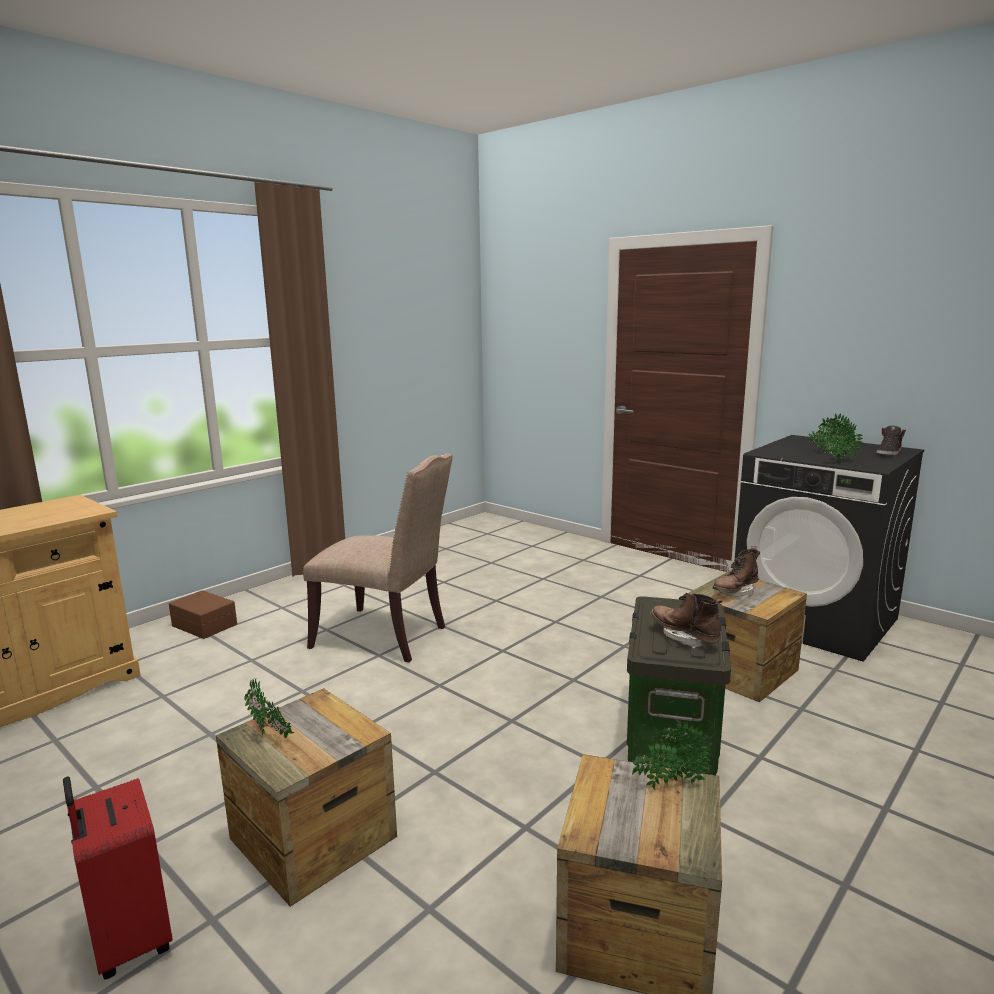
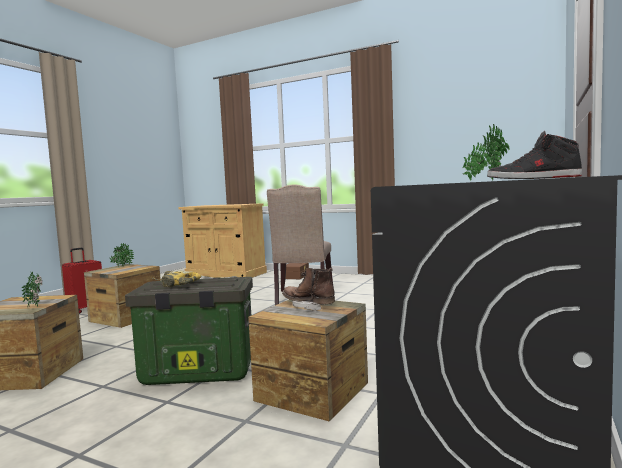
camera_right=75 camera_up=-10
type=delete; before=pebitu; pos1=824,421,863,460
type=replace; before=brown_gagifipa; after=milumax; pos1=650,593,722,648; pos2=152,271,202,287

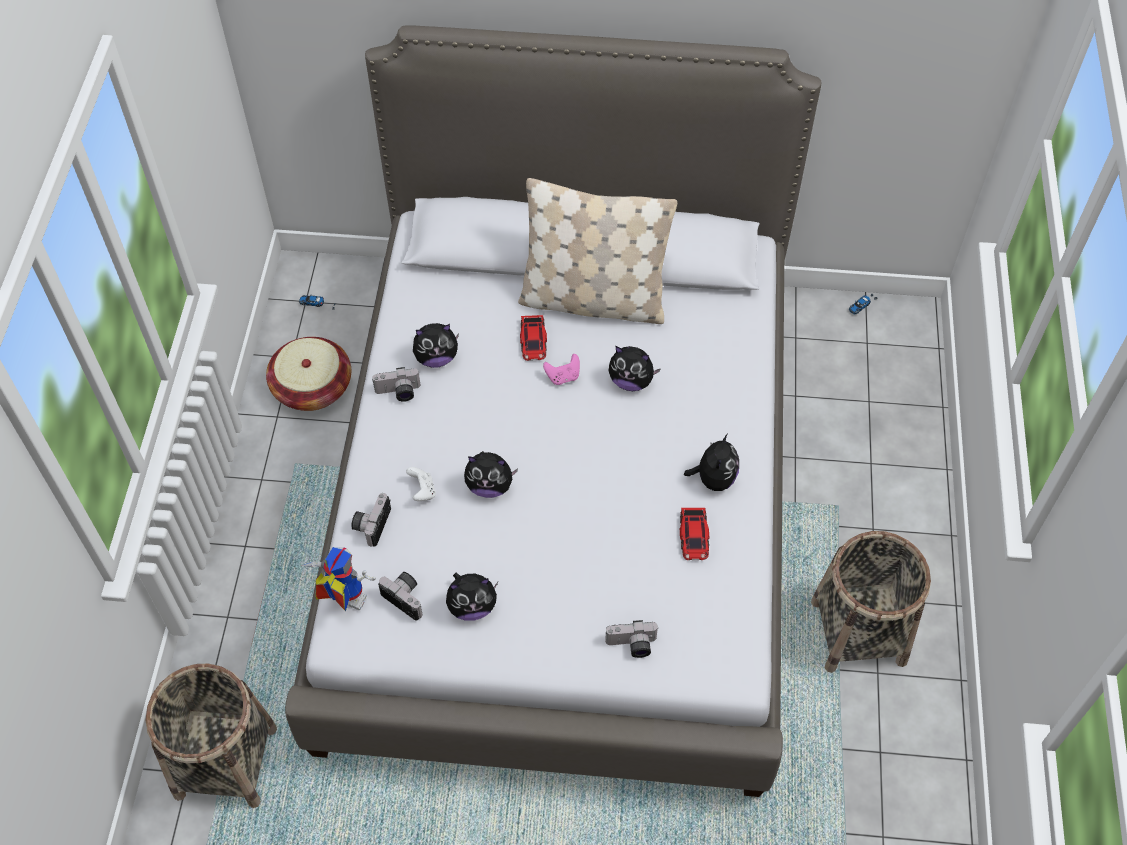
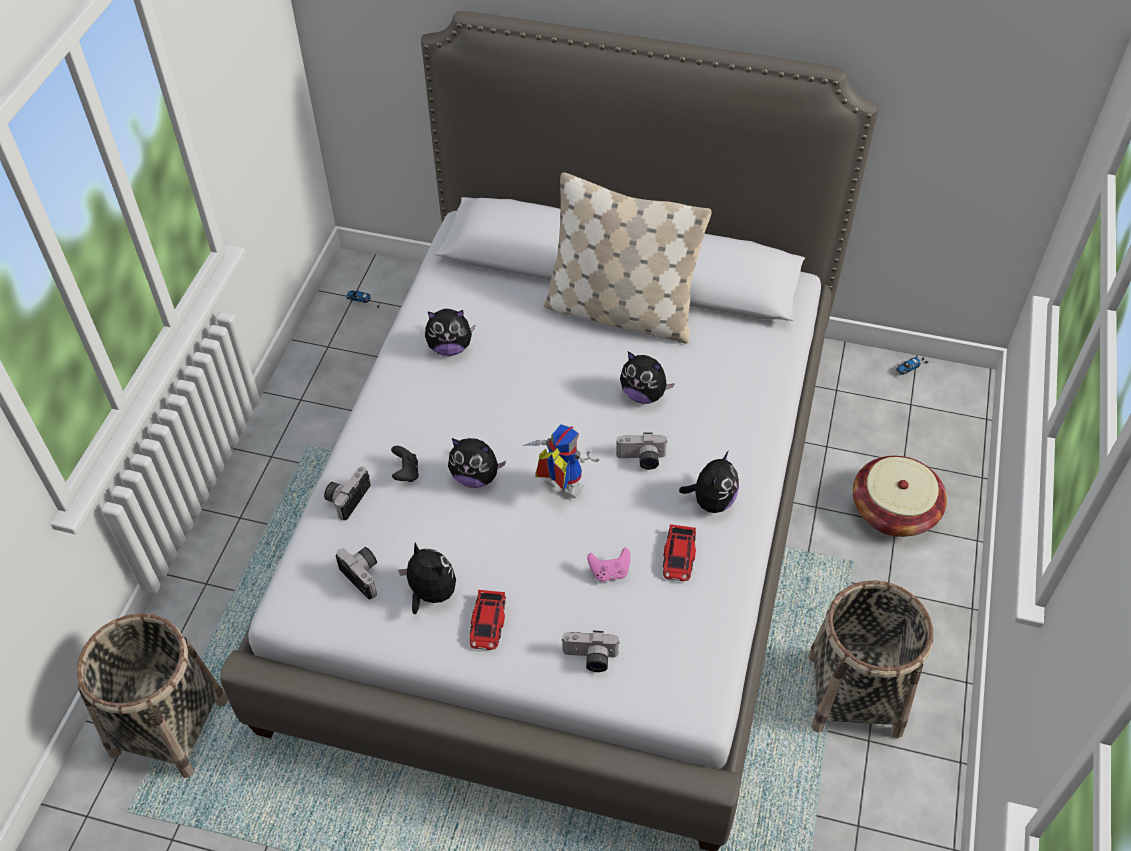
camera_right=10 camera_up=-5
type=move; before=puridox; pos1=520,315,547,361; pos2=470,590,506,650
type=move; before=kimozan; pos1=266,337,351,411; pos2=853,456,947,537
type=move; before=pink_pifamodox; pos1=543,354,580,385; pos2=587,547,630,582
type=move; before=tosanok; pos1=372,367,420,402; pos2=616,432,668,470
type=recolor; before=white_pifamodox; after=black_pifamodox; pos1=406,467,436,501; pos2=391,446,419,482
type=move; before=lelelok; pos1=301,547,376,611; pos2=525,424,600,498
type=rotate; before=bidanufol; pos1=446,572,498,621; pos2=398,543,456,614; turn=-135

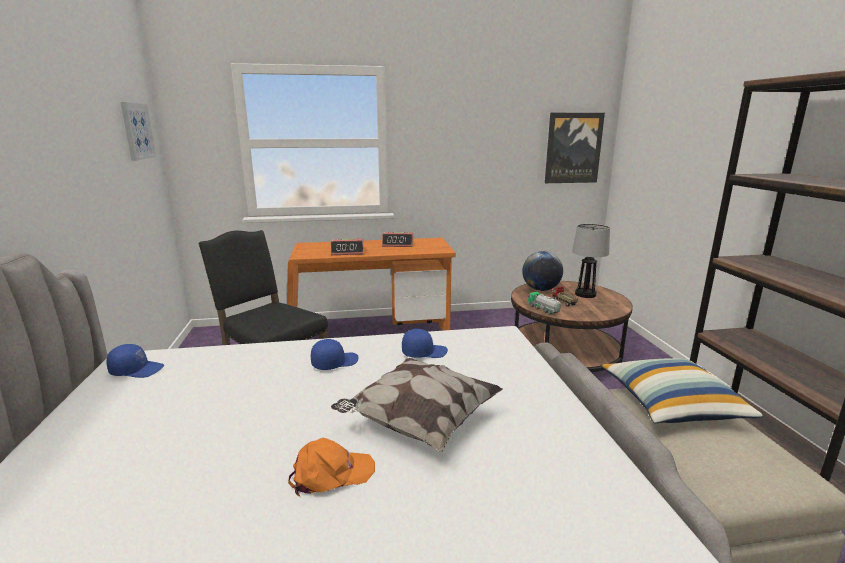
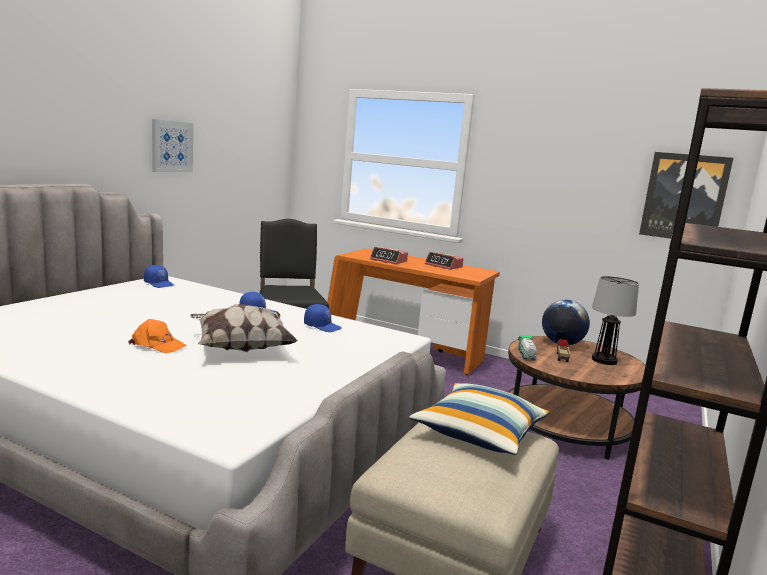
camera_right=35 camera_up=-5
type=move; before=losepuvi; pos1=121,102,156,161; pos2=152,119,193,172

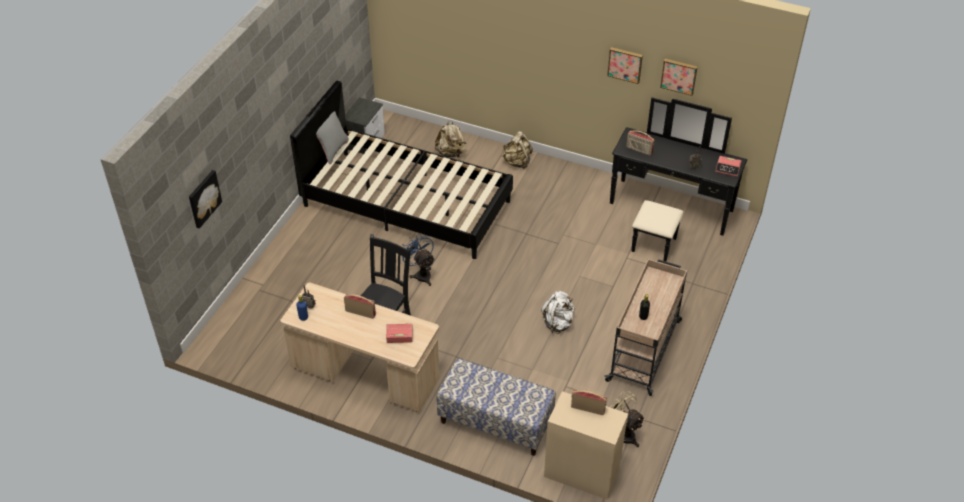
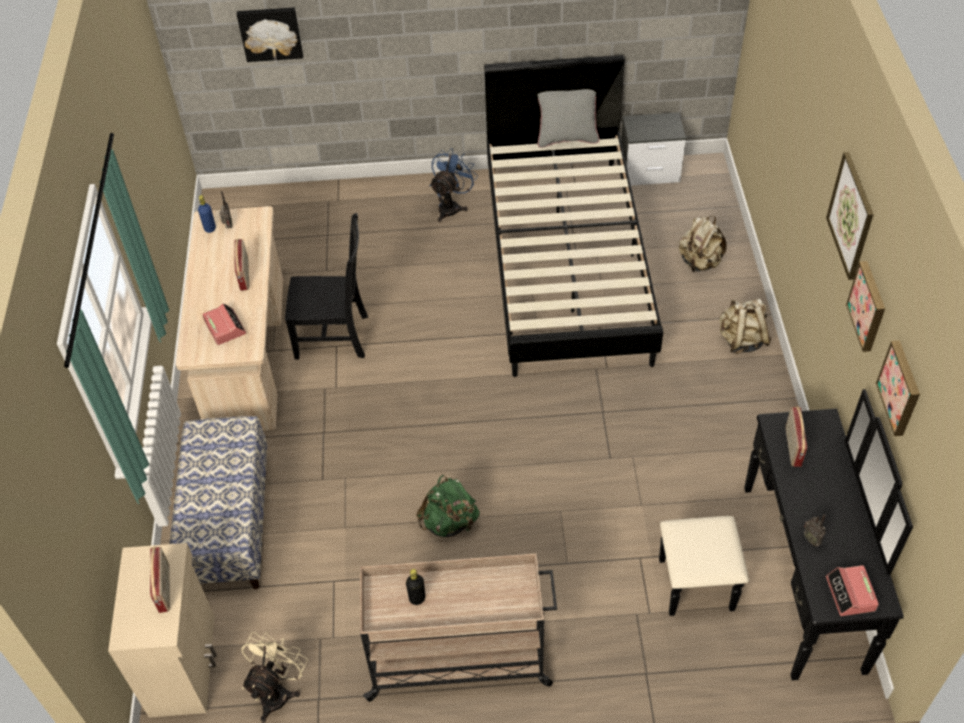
camera_right=65 camera_up=5
type=move; before=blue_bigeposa; pos1=402,233,435,286; pos2=430,148,478,222
type=recolor; before=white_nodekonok; after=green_nodekonok; pos1=541,291,575,334; pos2=416,475,480,537
type=insert; after=losepuvi; pos2=826,152,874,280

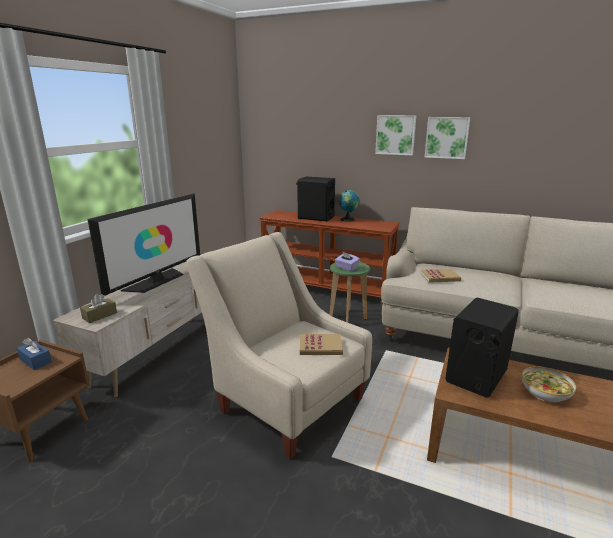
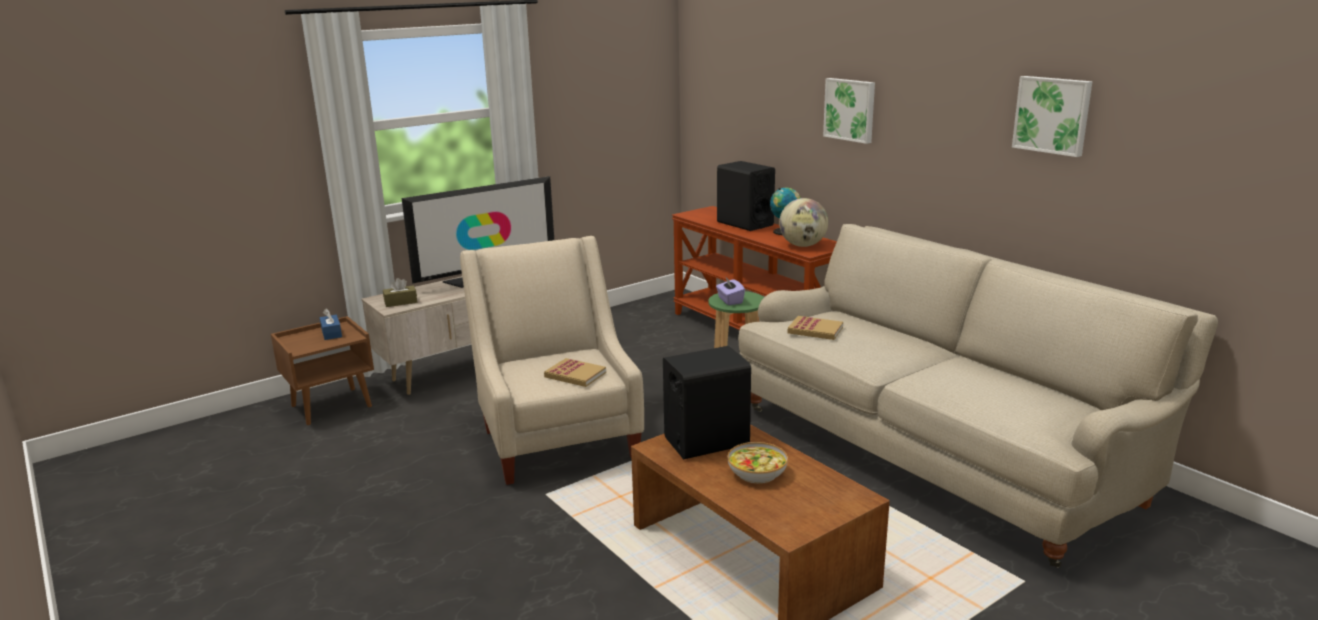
camera_right=30 camera_up=0
type=move; before=losepuvi; pos1=424,117,470,159; pos2=1012,76,1092,157
type=insert; after=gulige; pos2=779,198,828,247

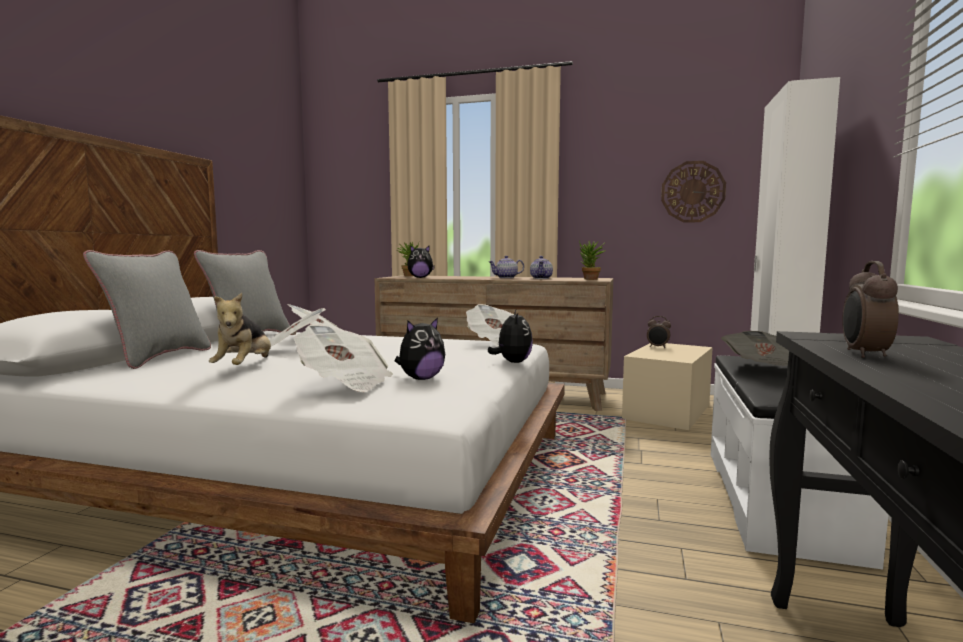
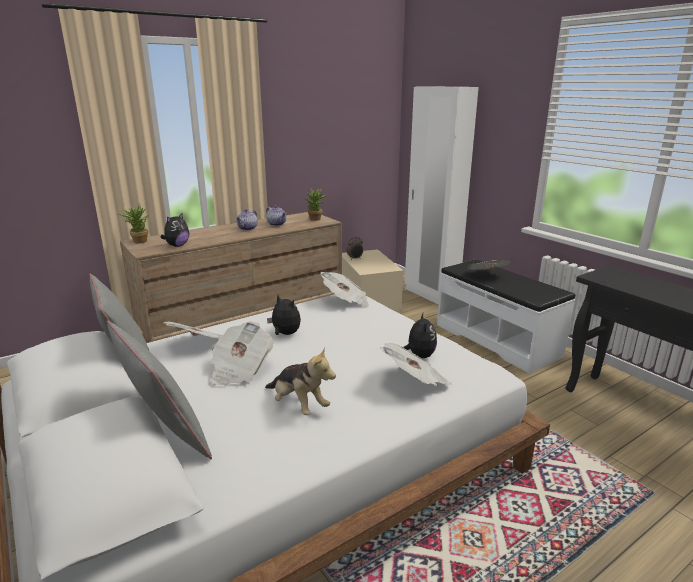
camera_right=-50 camera_up=15
type=delete; before=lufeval; pos1=661,161,726,223
type=delete; before=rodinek; pos1=842,261,899,358
type=move; before=bidanufol; pos1=488,310,533,363; pos2=267,295,301,335

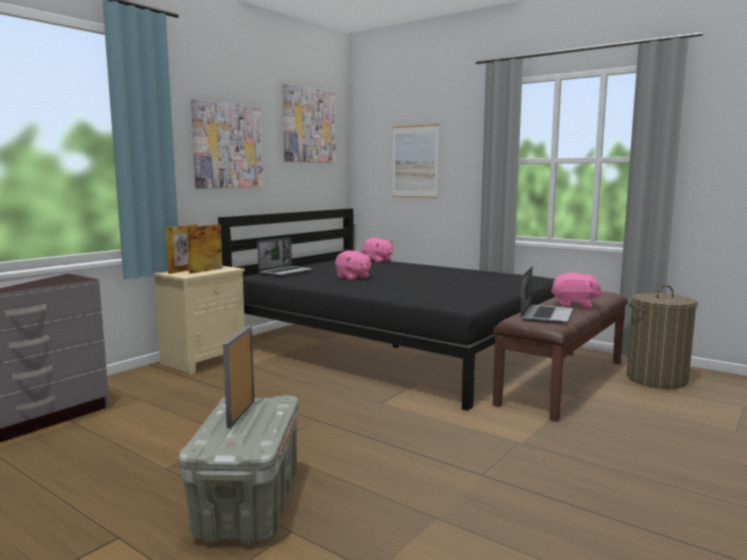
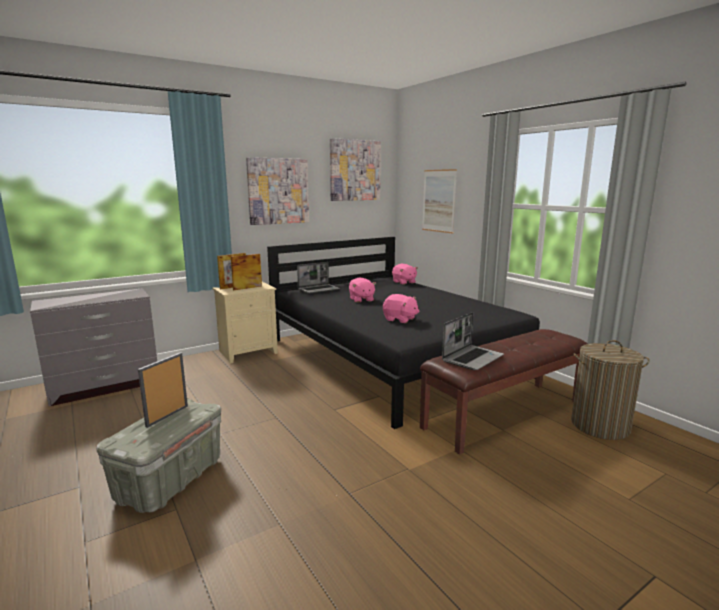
camera_right=20 camera_up=5
type=move; before=pink_bidanufol; pos1=551,273,603,309; pos2=383,294,419,323

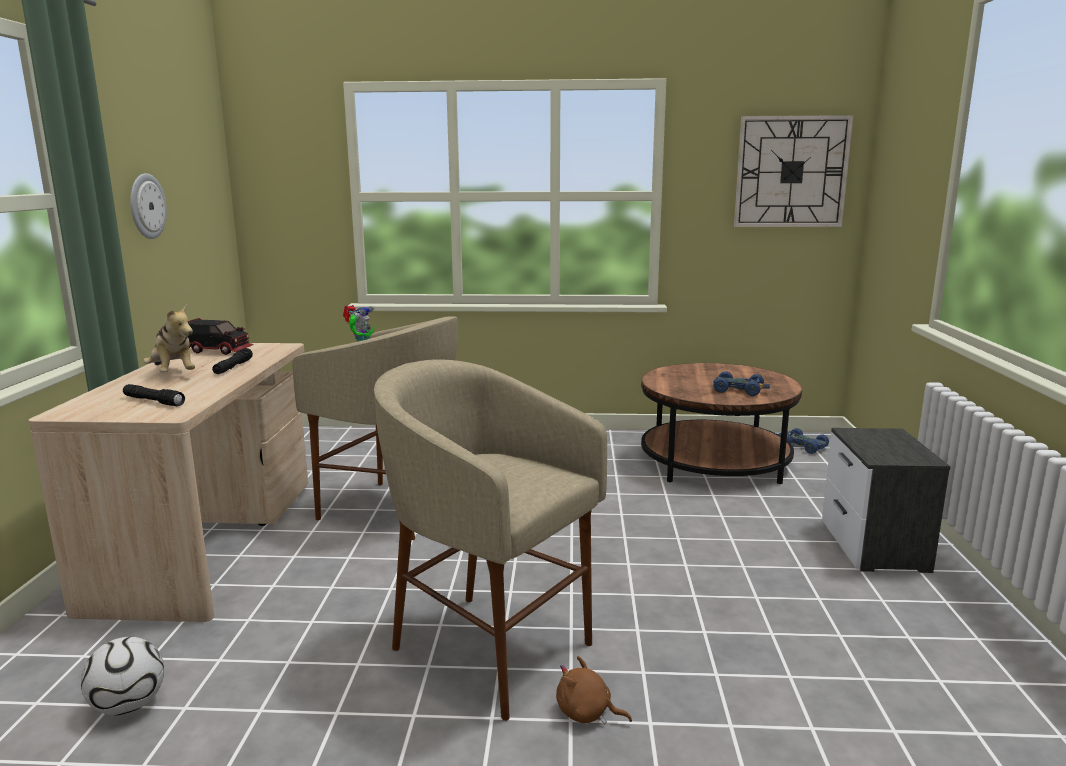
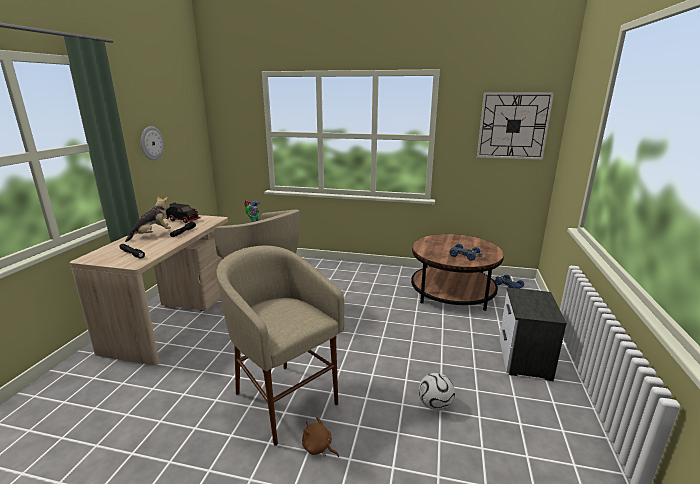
camera_right=10 camera_up=5
type=rotate; before=bidanufol; pos1=143,304,195,372; pos2=125,196,171,242; turn=-105
type=move; before=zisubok; pos1=81,637,164,715; pos2=419,373,455,411

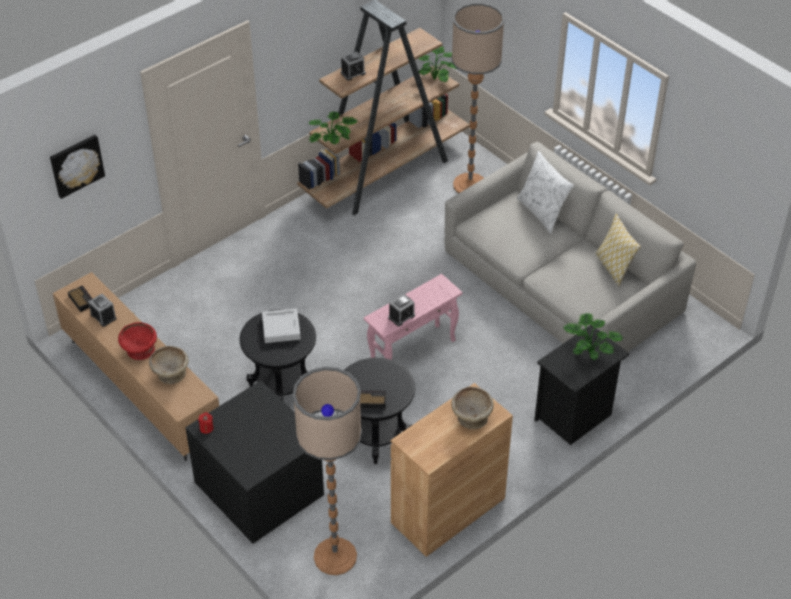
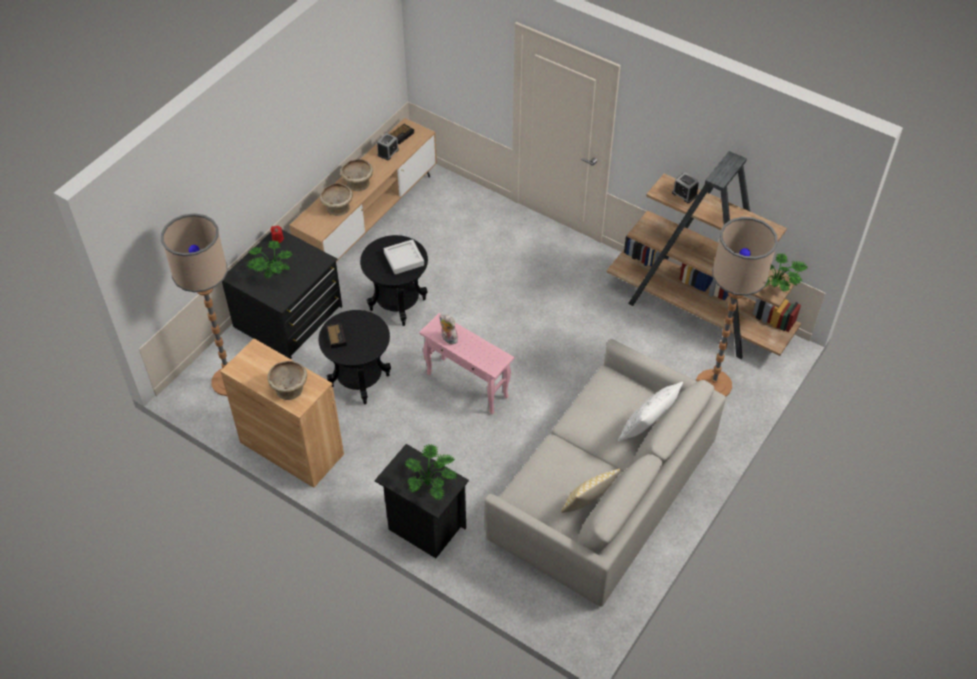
camera_right=75 camera_up=5
type=move; before=pebitu; pos1=309,111,357,145; pos2=247,241,293,279
type=delete; before=losepuvi; pos1=50,135,105,199
type=replace; before=rodinek; after=bidanufol; pos1=388,293,415,326; pos2=439,315,458,344
type=recolor; before=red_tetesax; after=beige_tetesax; pos1=118,322,157,360; pos2=340,159,373,191

